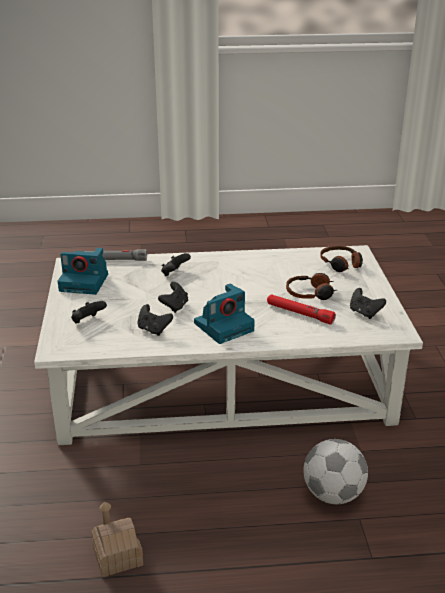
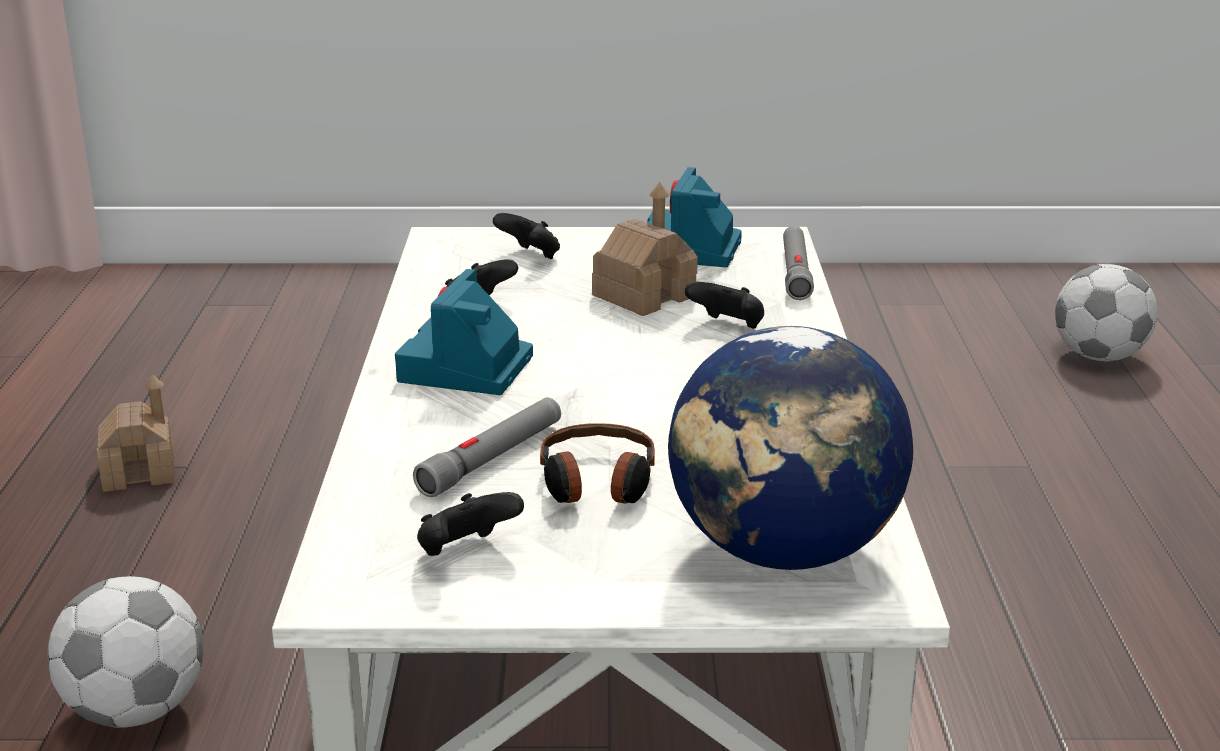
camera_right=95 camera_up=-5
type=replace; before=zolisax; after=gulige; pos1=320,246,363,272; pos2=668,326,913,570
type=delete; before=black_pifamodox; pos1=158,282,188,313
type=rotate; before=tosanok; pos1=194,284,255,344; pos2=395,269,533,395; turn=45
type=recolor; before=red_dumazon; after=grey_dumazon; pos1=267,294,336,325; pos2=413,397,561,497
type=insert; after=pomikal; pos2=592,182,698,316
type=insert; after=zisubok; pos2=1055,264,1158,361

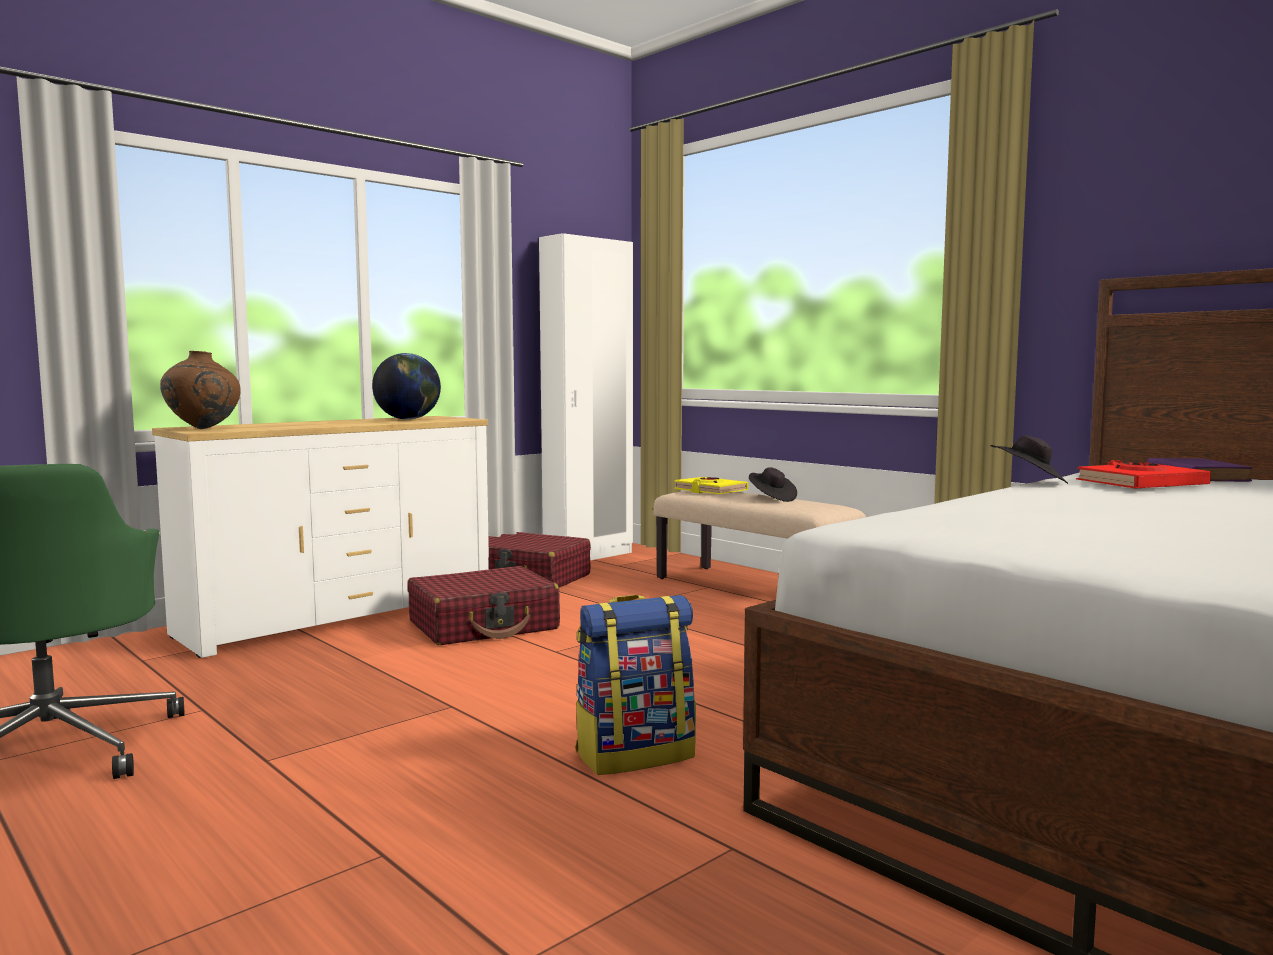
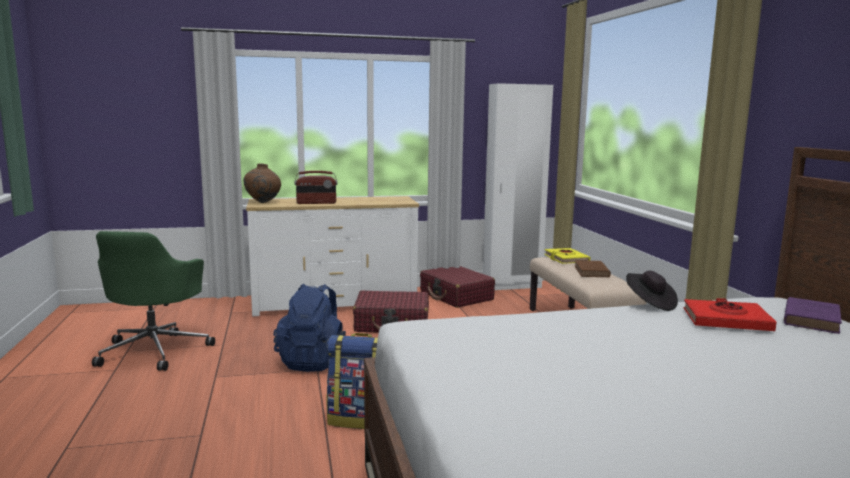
camera_right=30 camera_up=5
type=delete; before=gulige; pos1=372,353,441,420
type=replace; before=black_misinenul; after=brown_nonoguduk; pos1=749,467,797,502; pos2=575,260,611,277
type=insert; after=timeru; pos2=295,171,337,204
type=insert; after=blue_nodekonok; pos2=273,284,346,372

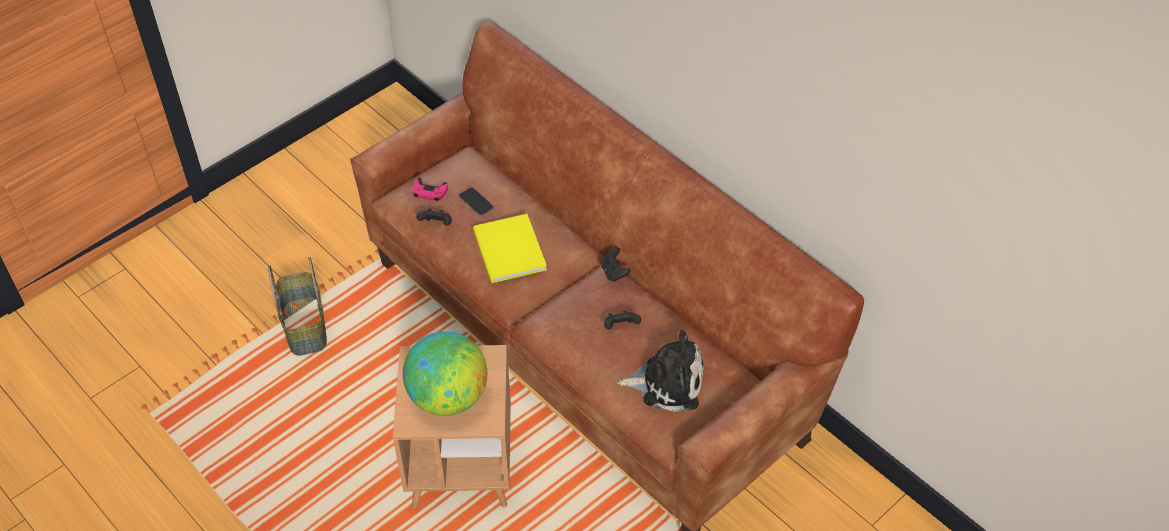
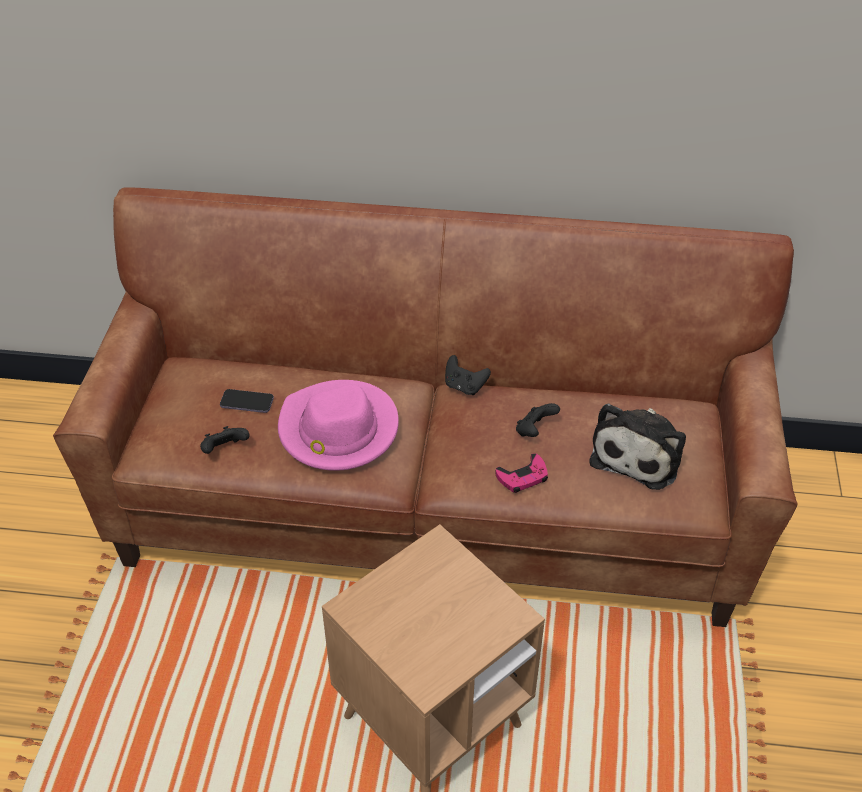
camera_right=-40 camera_up=-5
type=move; before=pink_pifamodox; pos1=413,177,448,201; pos2=495,453,548,493
type=replace; before=yellow_nonoguduk; after=pink_misinenul; pos1=473,214,547,283; pos2=278,380,399,471
type=delete; before=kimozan; pos1=268,257,327,356
type=rotate; before=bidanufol; pos1=618,330,704,412; pos2=589,404,686,490; turn=150
type=delete; before=gulige; pos1=403,331,487,416

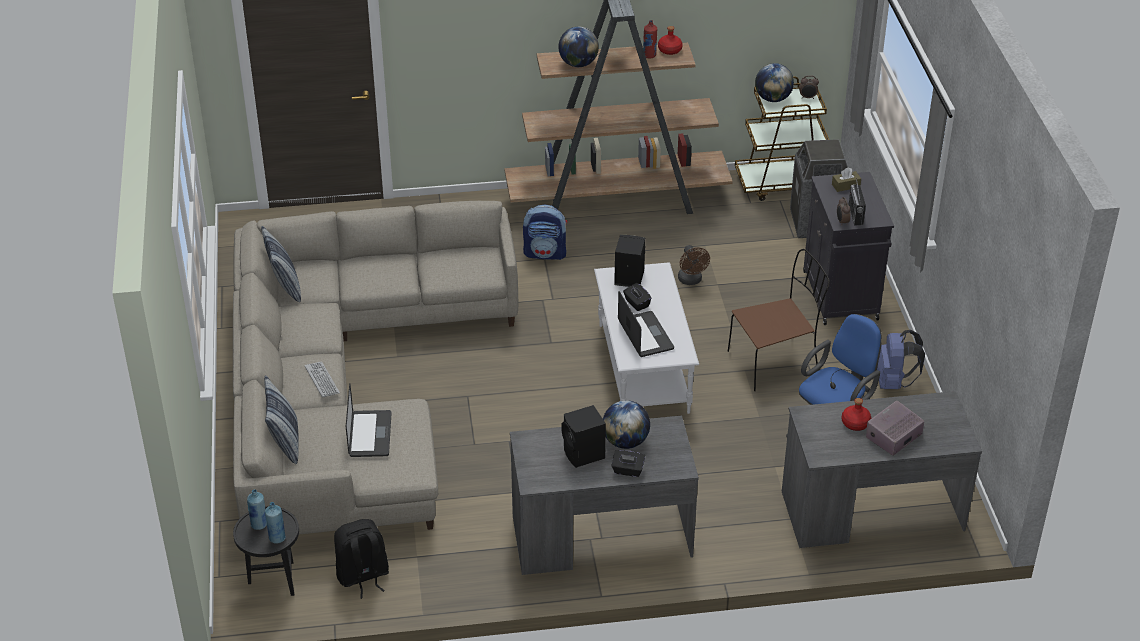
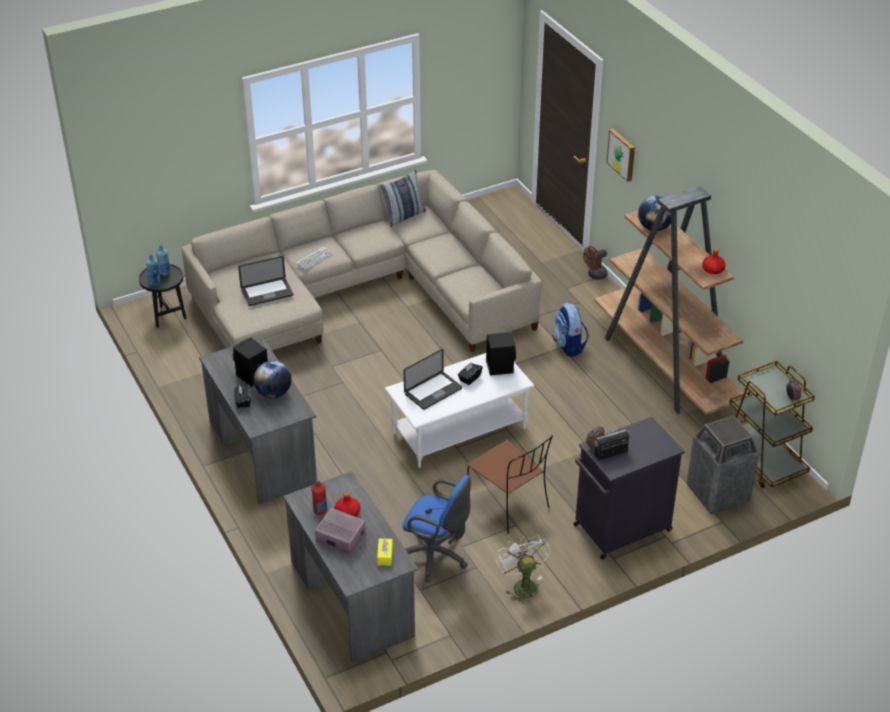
camera_right=70 camera_up=0
type=move; before=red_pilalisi; pos1=643,20,657,59; pos2=312,480,327,515
type=delete; before=gulige; pos1=755,63,794,102
type=delete; before=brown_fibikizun; pos1=832,167,861,192
type=move; before=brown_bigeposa; pos1=678,245,710,285; pos2=583,246,608,280
type=replace; before=blue_nodekonok; after=white_bigeposa; pos1=877,330,925,389; pos2=496,534,550,605
type=delete; before=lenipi; pos1=264,375,299,464
type=delete; before=black_nodekonok; pos1=334,519,389,599
type=insert; after=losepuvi; pos2=607,129,635,182
type=insert; after=yellow_fibikizun; pos2=377,538,393,565

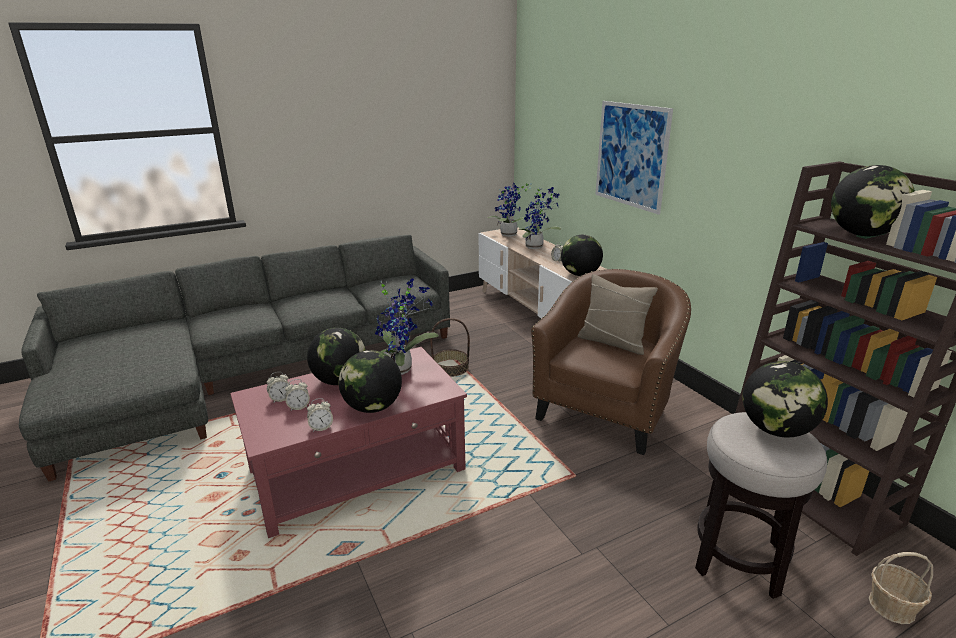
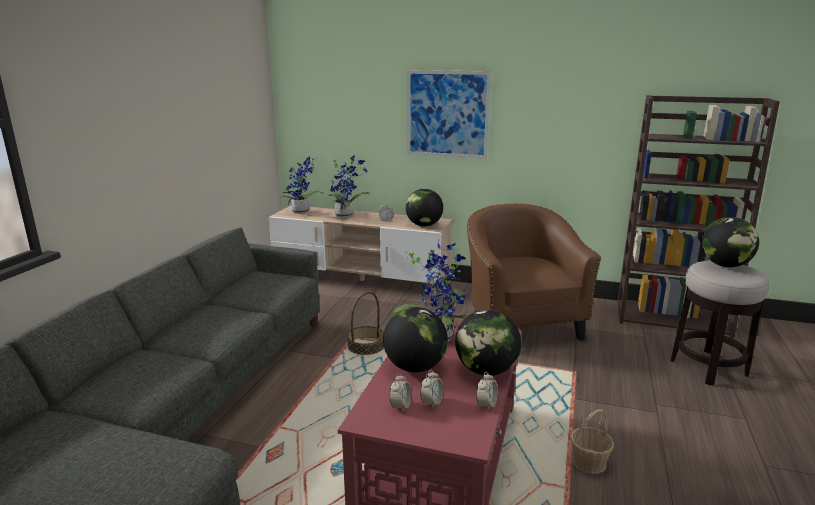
camera_right=-45 camera_up=-5
type=delete; before=gulige; pos1=831,165,915,236
type=delete; before=beige_lenipi; pos1=577,274,658,355
type=move; before=kimozan; pos1=869,552,933,624; pos2=570,409,614,474

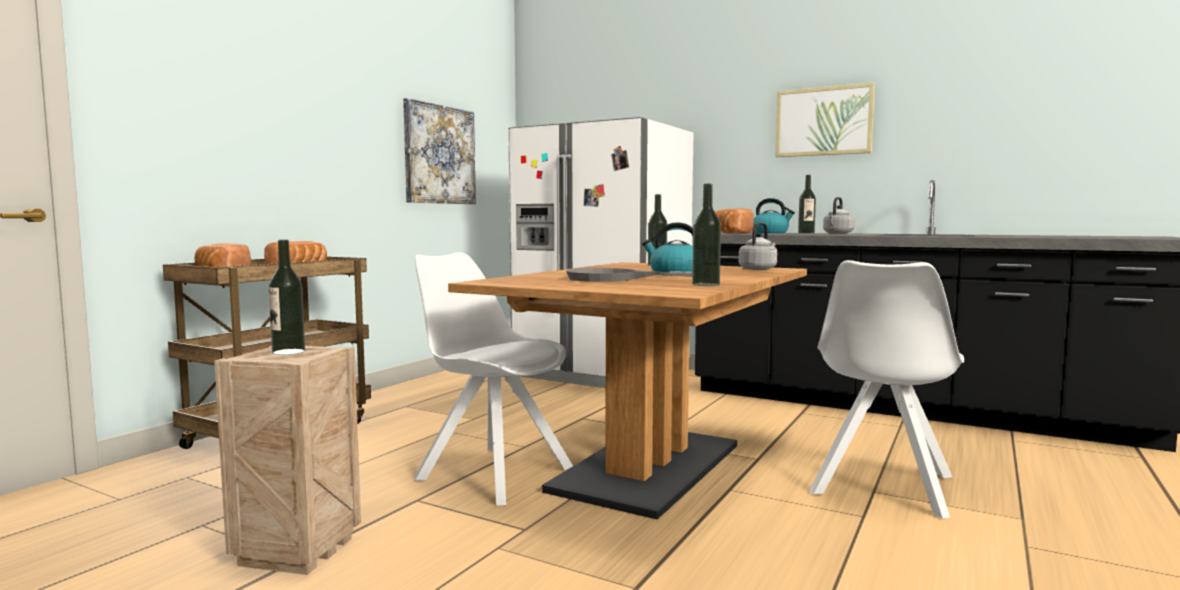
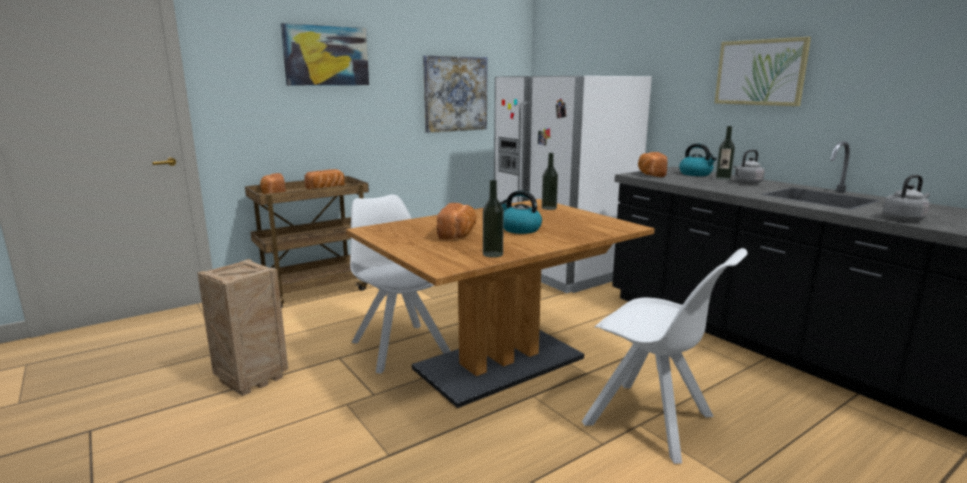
camera_right=25 camera_up=10
type=move; before=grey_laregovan; pos1=739,222,777,270; pos2=883,175,930,221
type=delete; before=pilalisi; pos1=269,240,305,355
type=rotate; before=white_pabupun; pos1=809,260,964,519; pos2=582,248,748,464; turn=-105
type=replace; before=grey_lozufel; after=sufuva; pos1=566,268,692,282; pos2=437,203,476,239
type=insert; after=losepuvi; pos2=281,23,369,86

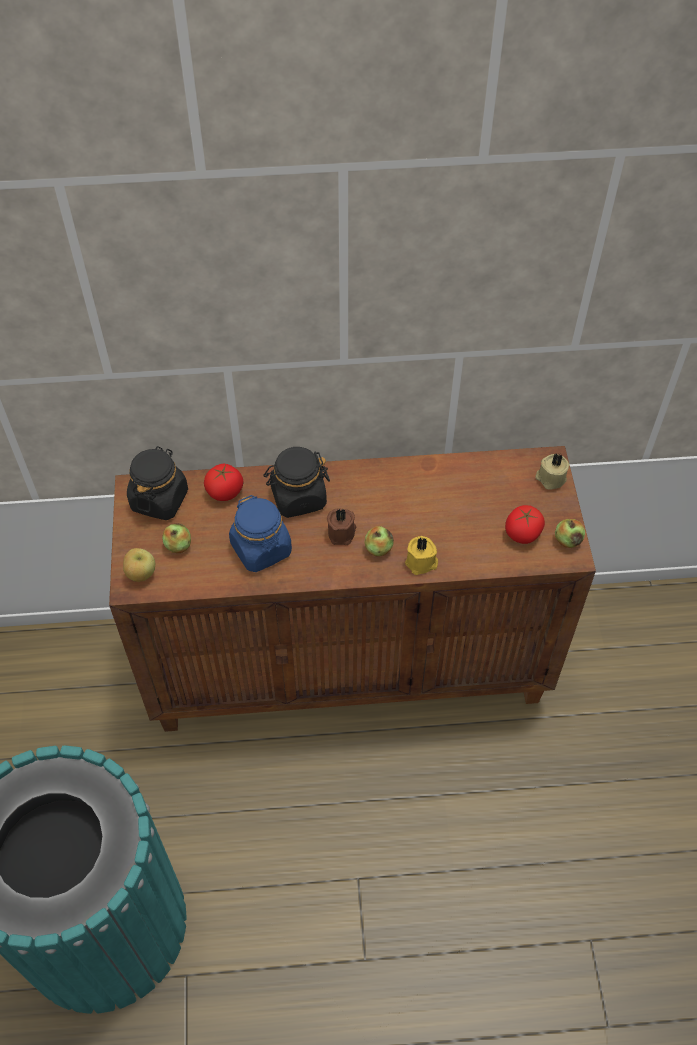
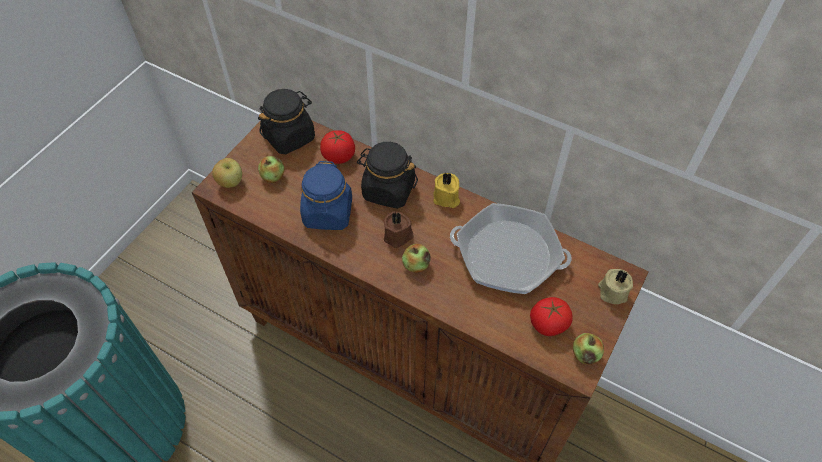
camera_right=35 camera_up=0
type=move; before=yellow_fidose; pos1=405,536,438,575; pos2=433,172,460,208
type=insert; after=lozufel; pos2=450,203,572,294

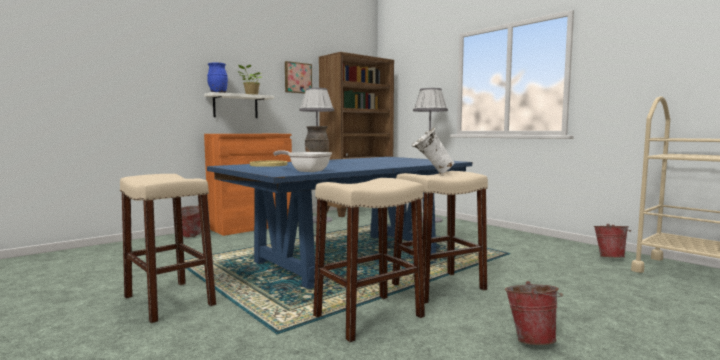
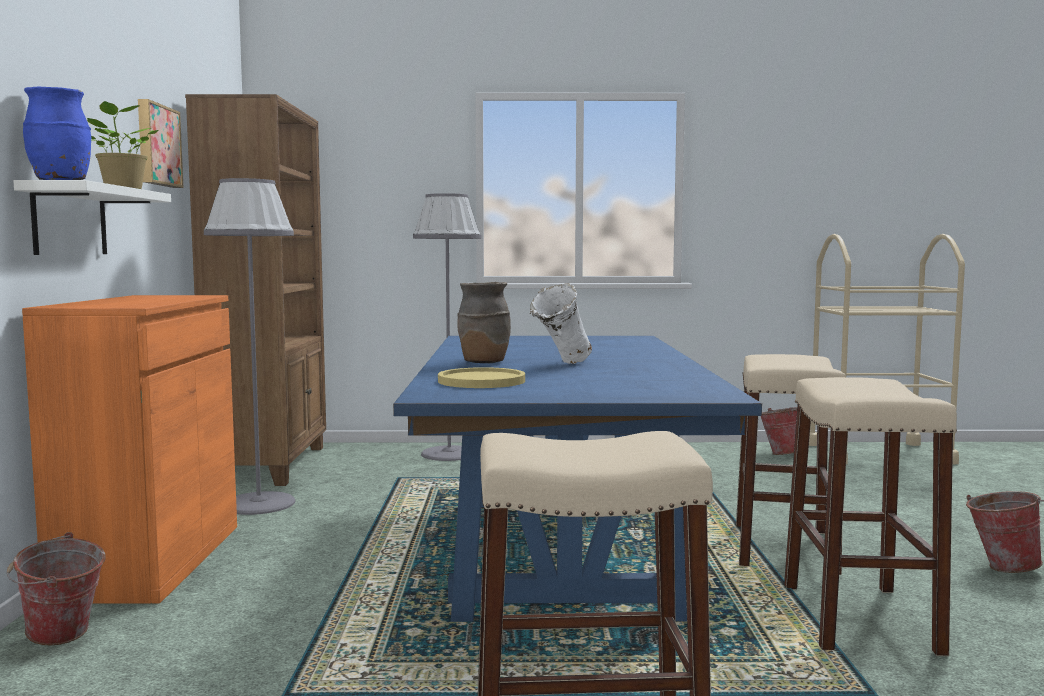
camera_right=-50 camera_up=0
type=move; before=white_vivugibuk; pos1=412,128,455,174; pos2=529,283,592,364
type=delete; before=lozufel; pos1=273,150,332,172

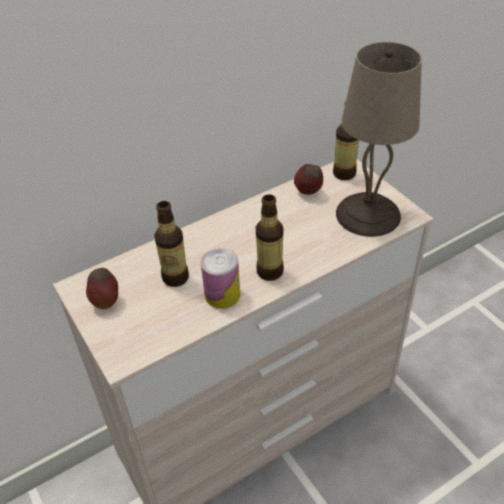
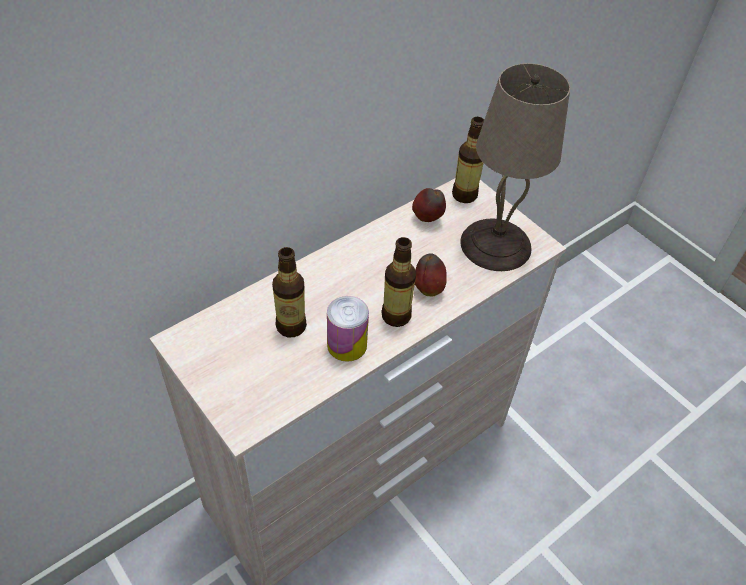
camera_right=-10 camera_up=5
type=move; before=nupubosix; pos1=86,268,118,309; pos2=415,253,447,297

